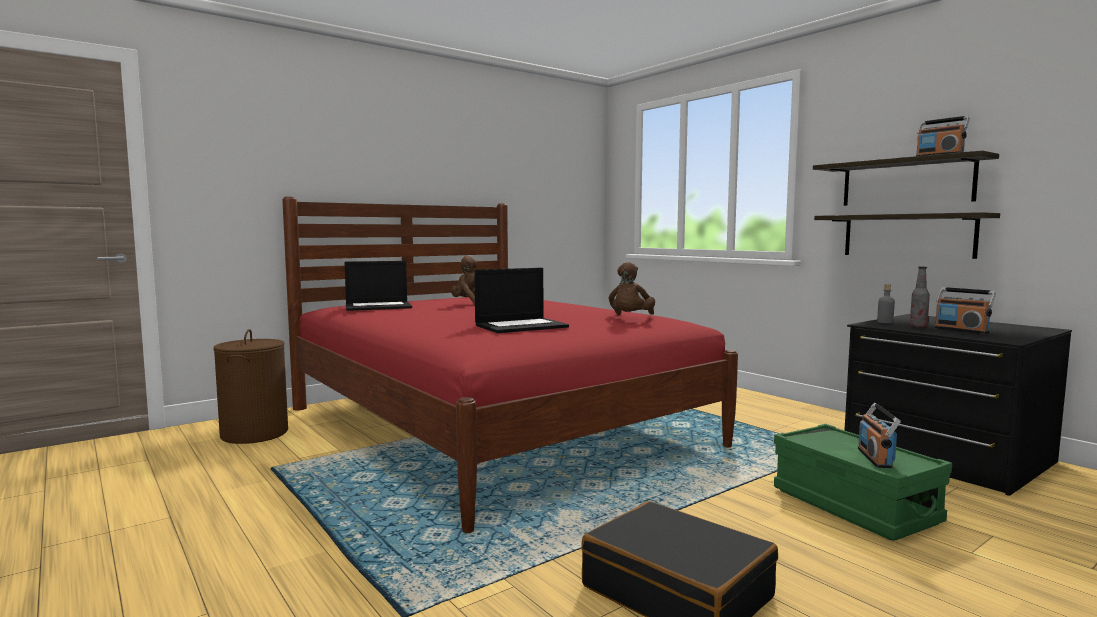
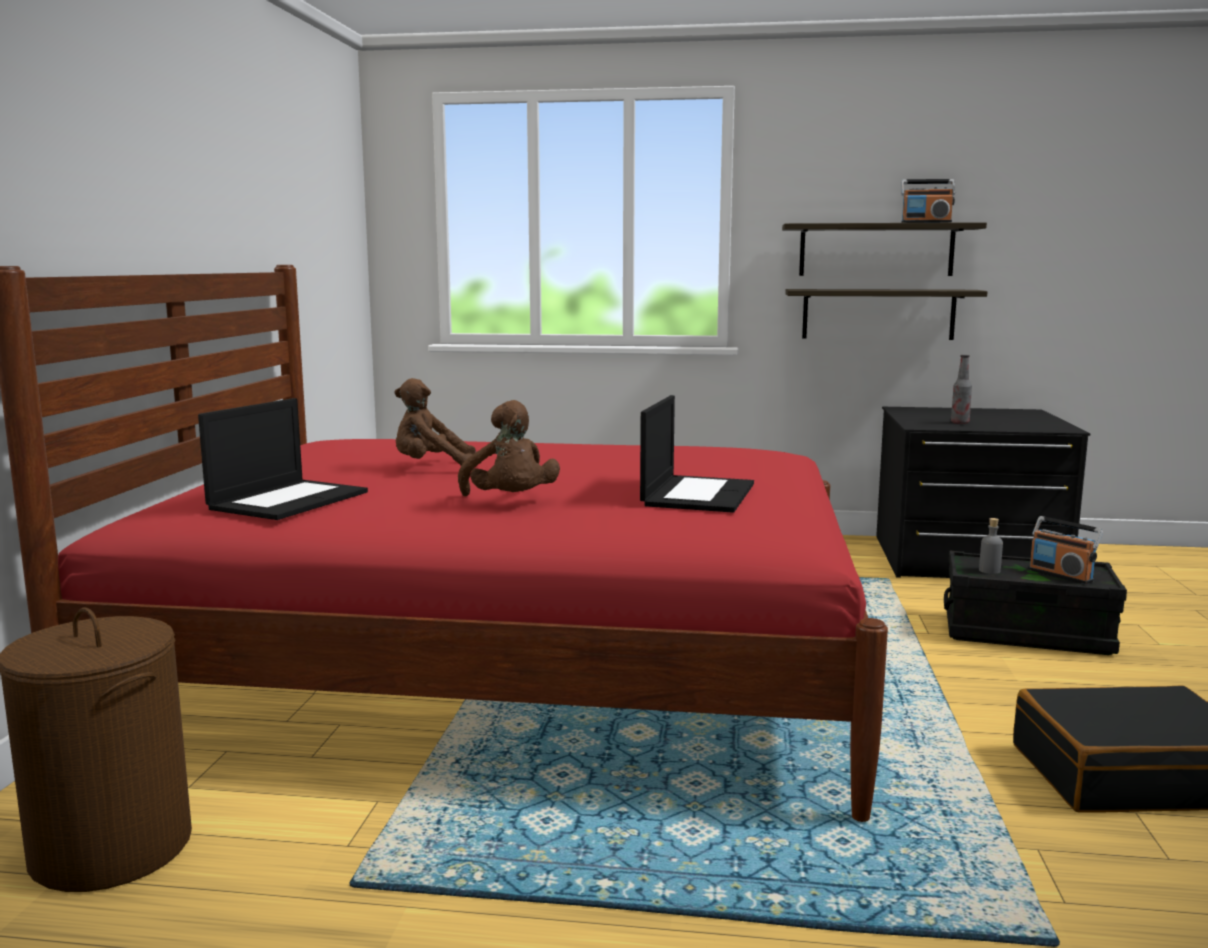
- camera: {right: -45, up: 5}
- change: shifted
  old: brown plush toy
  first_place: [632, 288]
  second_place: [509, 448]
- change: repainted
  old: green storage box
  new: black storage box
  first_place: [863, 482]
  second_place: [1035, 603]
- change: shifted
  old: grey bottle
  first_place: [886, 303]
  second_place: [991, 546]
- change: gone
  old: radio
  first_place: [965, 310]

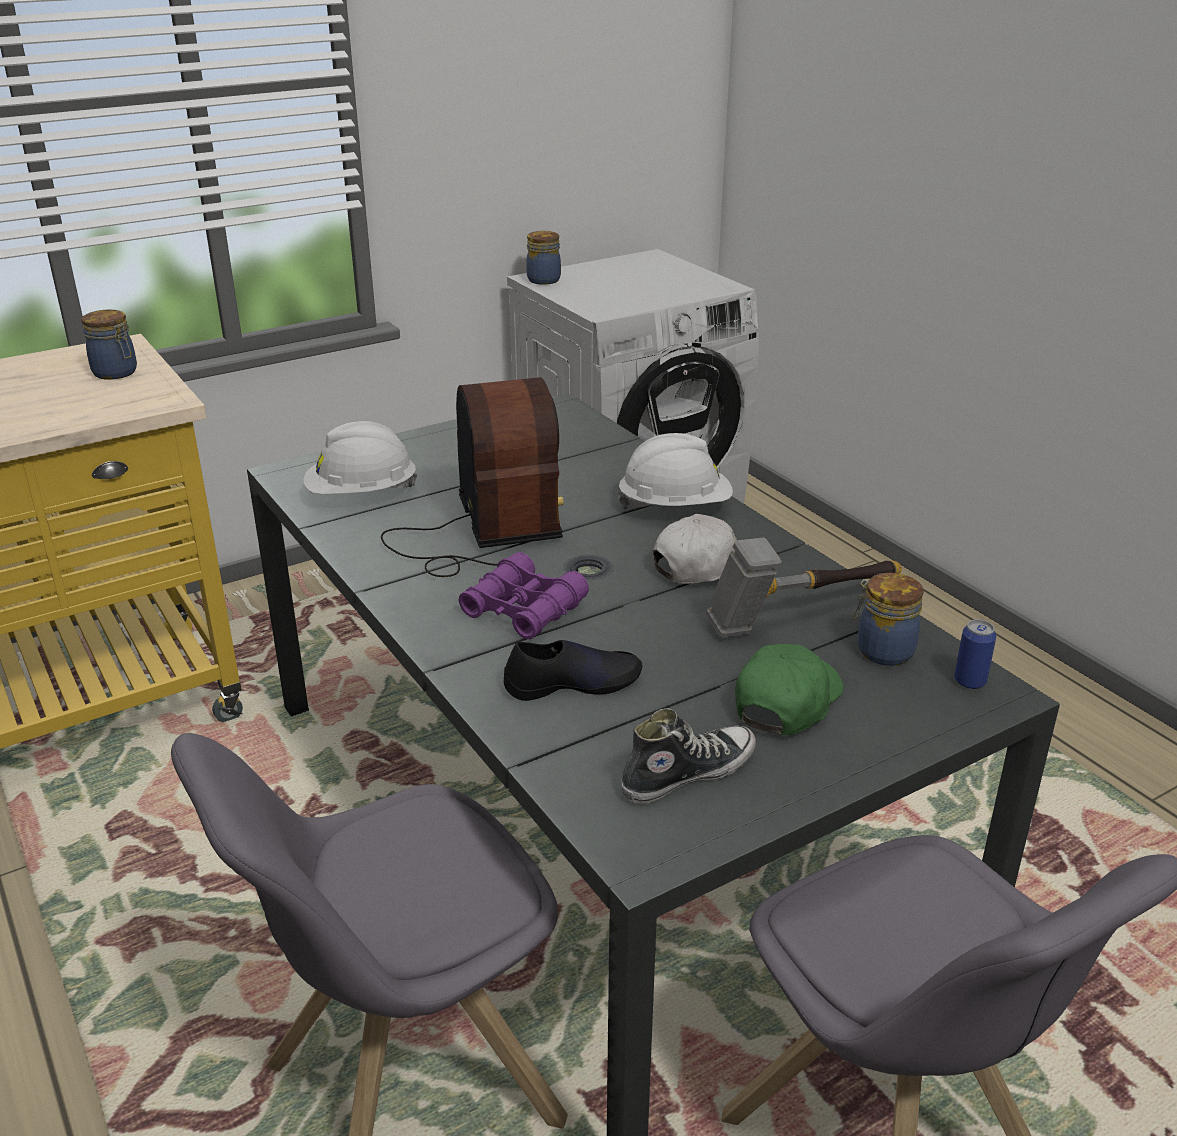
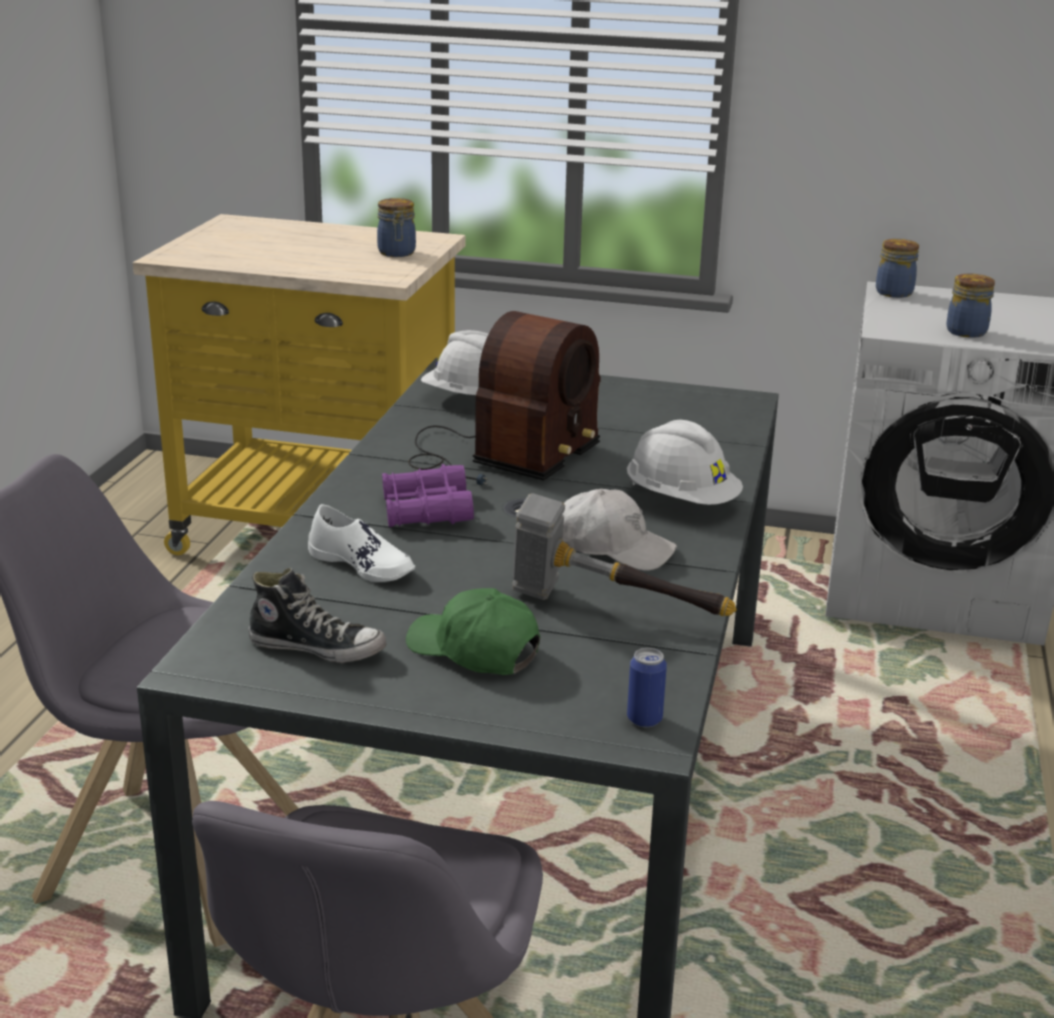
- camera: {right: 45, up: -5}
- change: repainted
  old: black shoe
  new: white shoe
  first_place: [573, 670]
  second_place: [361, 543]
- change: rotated
  old: green cap
  first_place: [789, 689]
  second_place: [473, 631]
  degrees: -135
- change: shifted
  old: jar
  first_place: [888, 619]
  second_place: [970, 306]

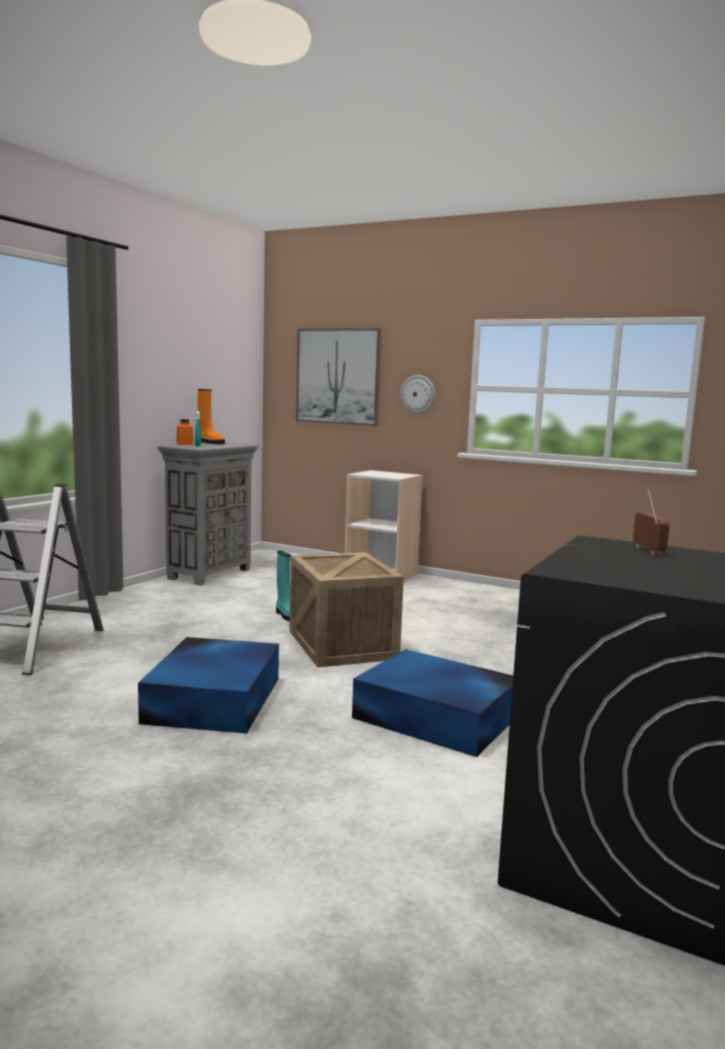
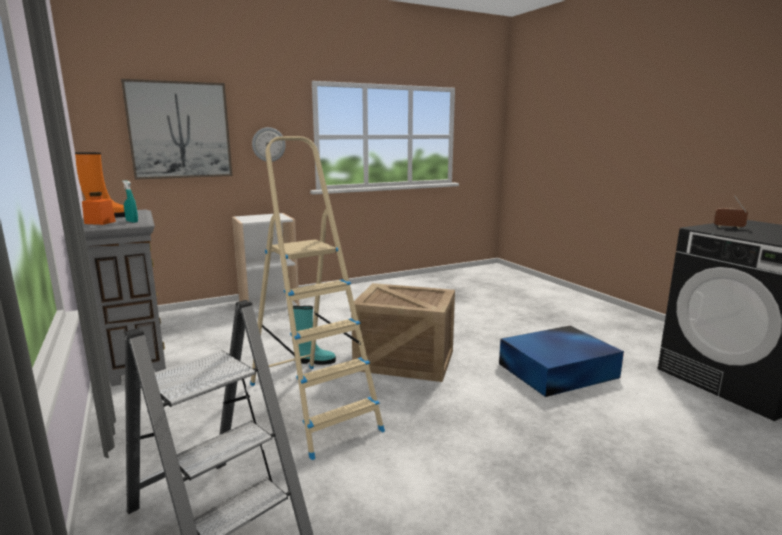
- camera: {right: -55, up: 5}
- change: gone
  old: blue storage box
  first_place: [208, 685]
- change: new
  new: beige step ladder
  second_place: [317, 298]

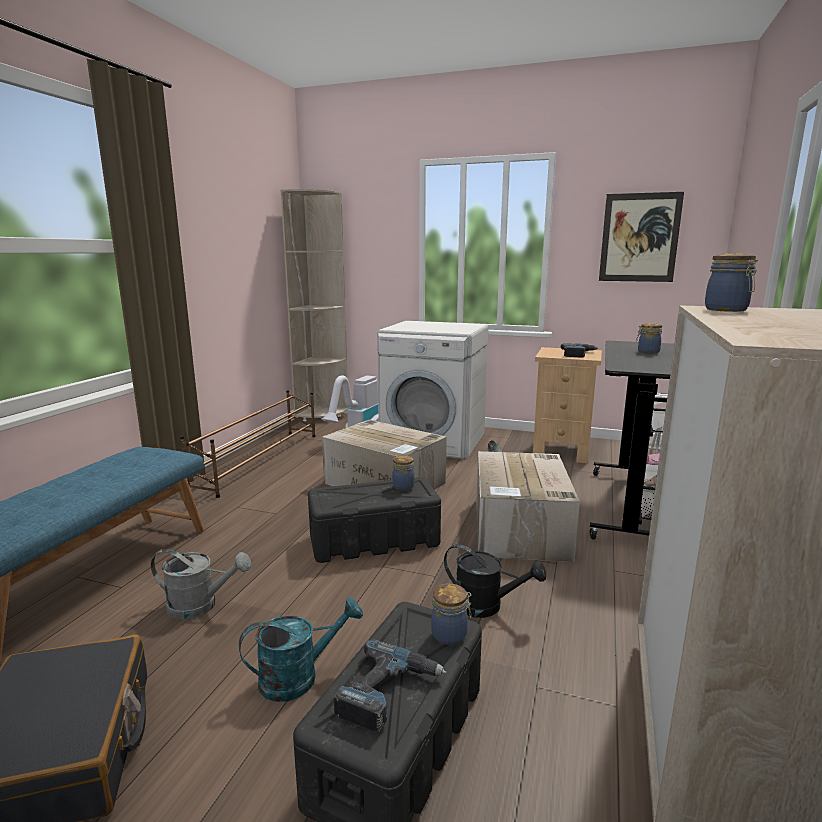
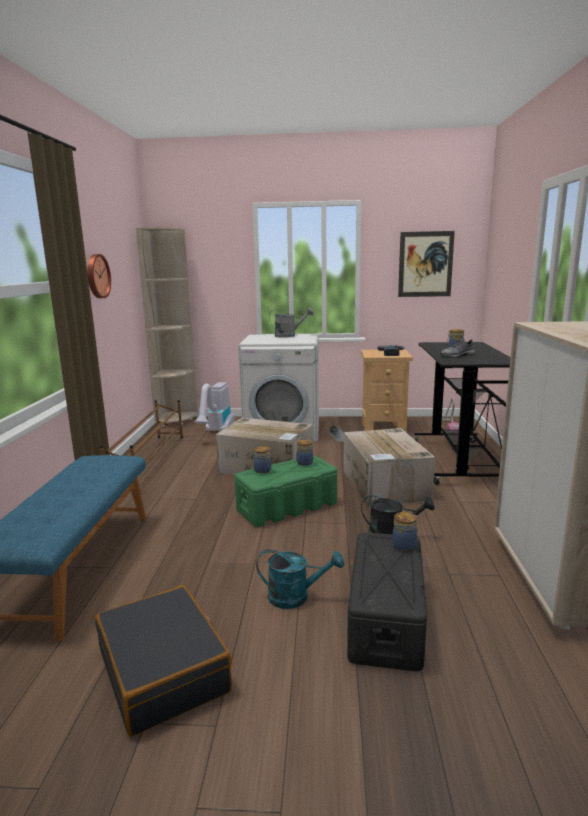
- camera: {right: -15, up: 0}
- change: shifted
  old: grey watering can
  first_place: [201, 584]
  second_place: [291, 322]
- change: rotated
  old: turquoise watering can
  first_place: [301, 649]
  second_place: [300, 579]
  degrees: 45
- change: repainted
  old: black storage box
  new: green storage box
  first_place: [374, 520]
  second_place: [286, 491]
- change: gone
  old: power drill
  first_place: [390, 685]
- change: shifted
  old: jar
  first_place: [731, 282]
  second_place: [262, 459]
- change: new
  new: wall clock
  second_place: [99, 276]
- change: new
  new: grey shoe
  second_place: [457, 347]

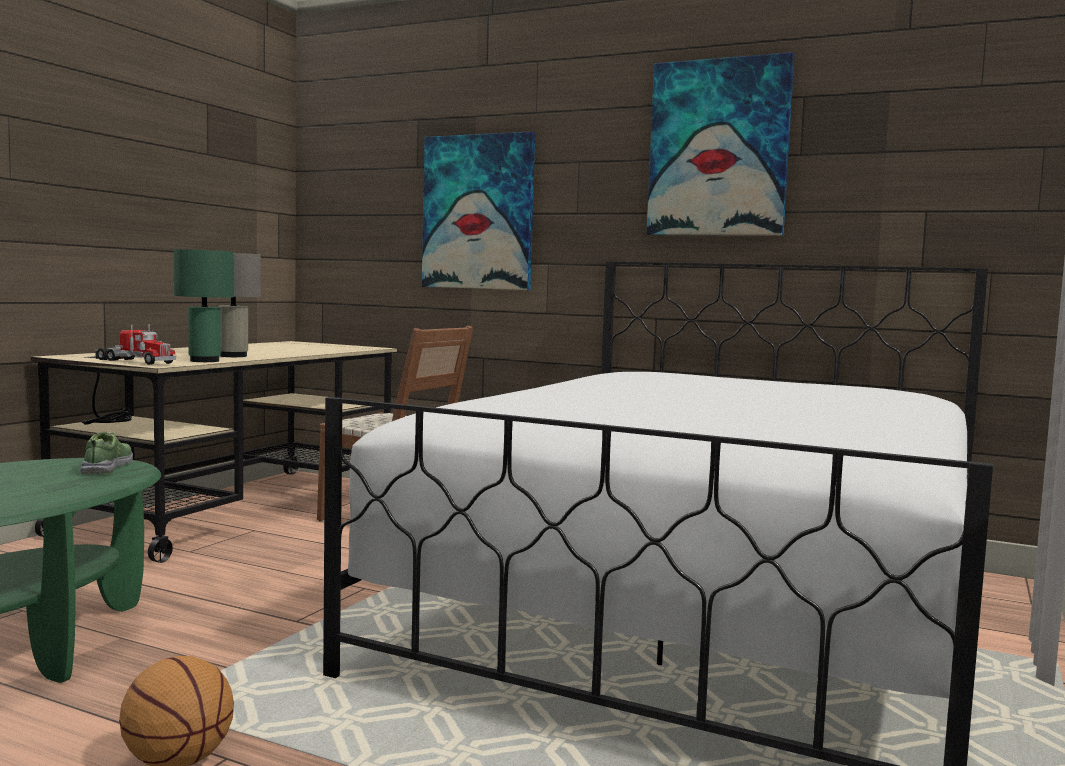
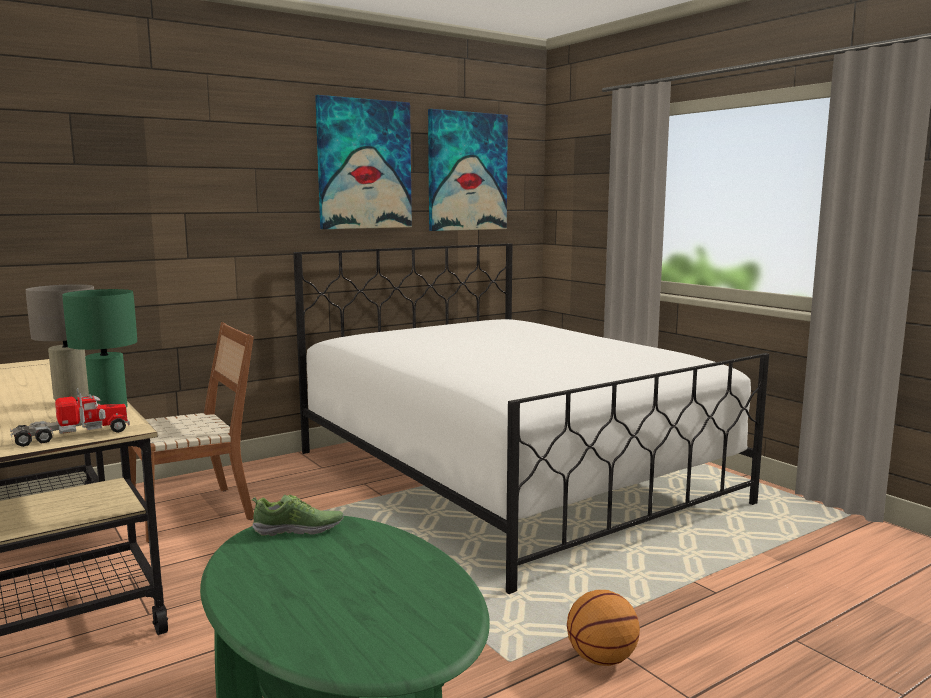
- camera: {right: -60, up: 5}
- change: rotated
  old: shoe
  first_place: [106, 453]
  second_place: [298, 515]
  degrees: 150
- change: shifted
  old: picture
  first_place: [478, 210]
  second_place: [468, 170]

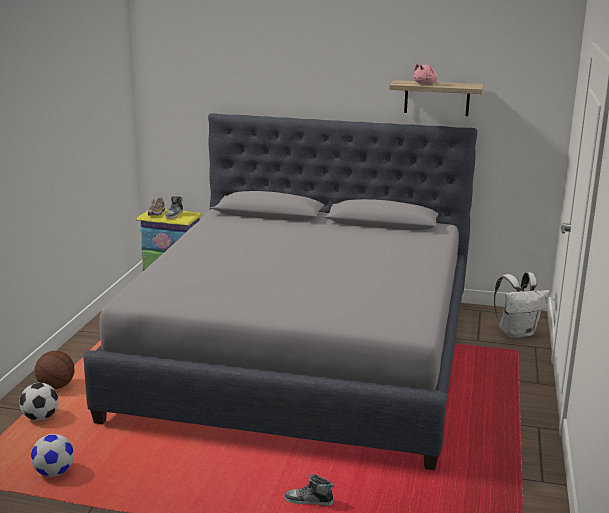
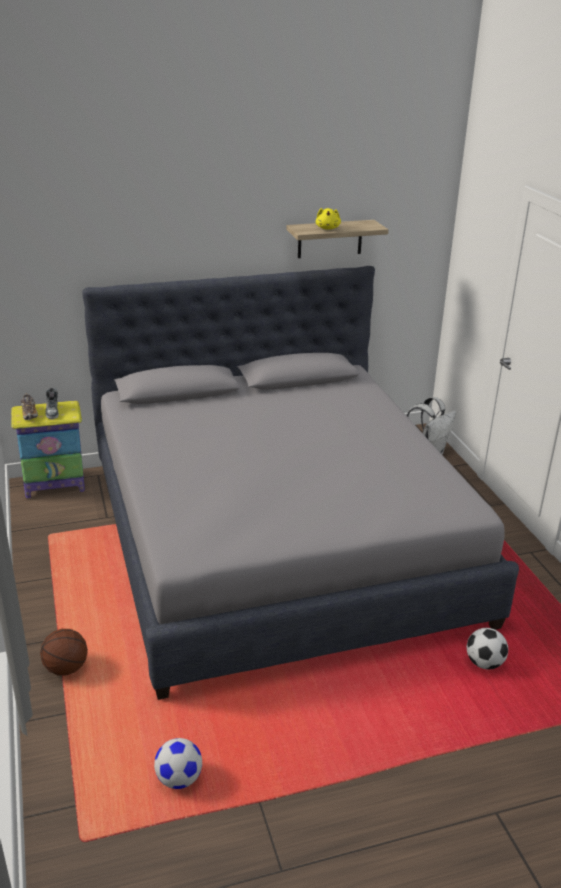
- camera: {right: -30, up: 10}
- change: shifted
  old: football
  first_place: [39, 402]
  second_place: [487, 648]
- change: gone
  old: shoe
  first_place: [309, 490]
- change: repainted
  old: pink plush toy
  new: yellow plush toy
  first_place: [425, 73]
  second_place: [328, 219]

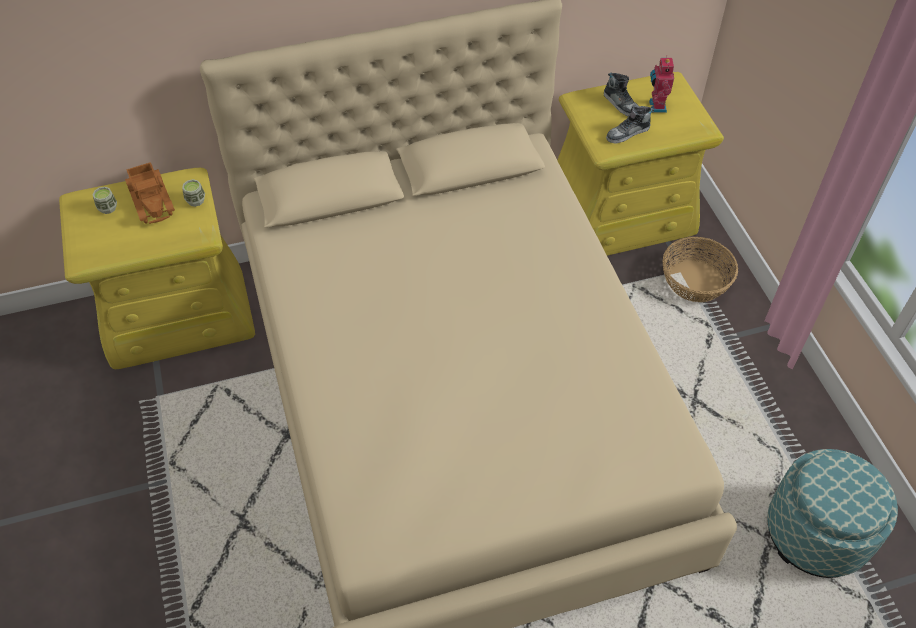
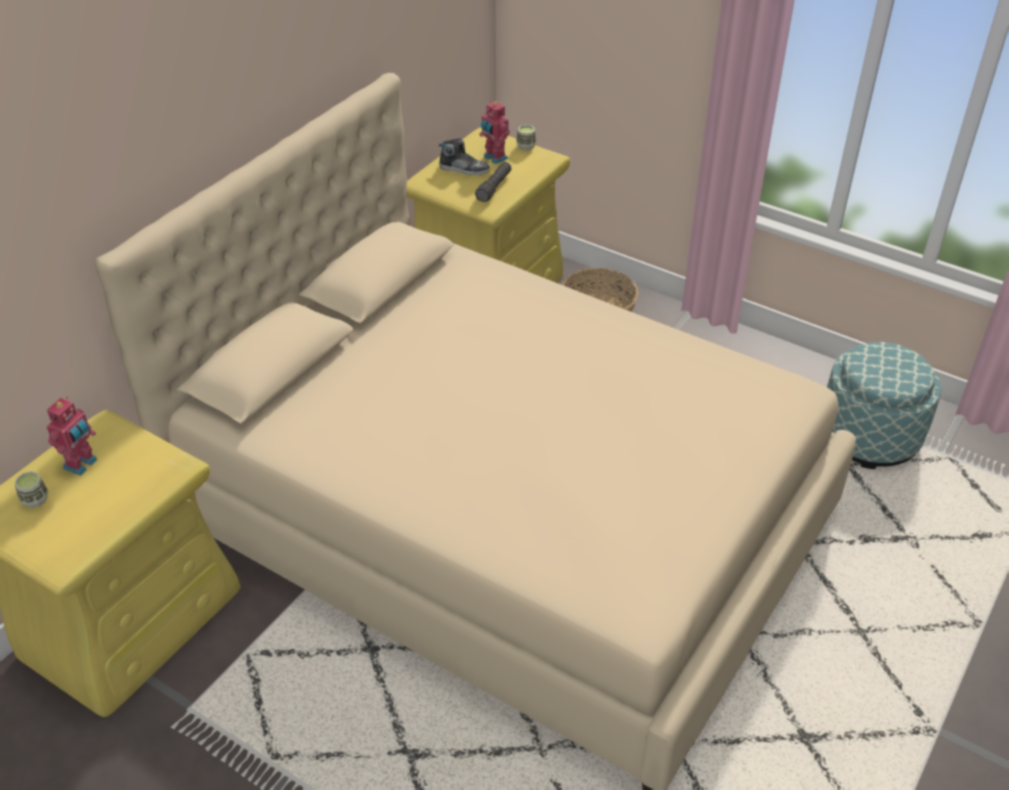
- camera: {right: -40, up: -10}
- change: swapped
  old: toy truck
  new: toy robot
  first_place: [150, 193]
  second_place: [72, 436]
- change: shifted
  old: cup
  first_place: [193, 193]
  second_place: [526, 138]
- change: swapped
  old: shoe
  new: black flashlight
  first_place: [630, 125]
  second_place: [493, 182]

